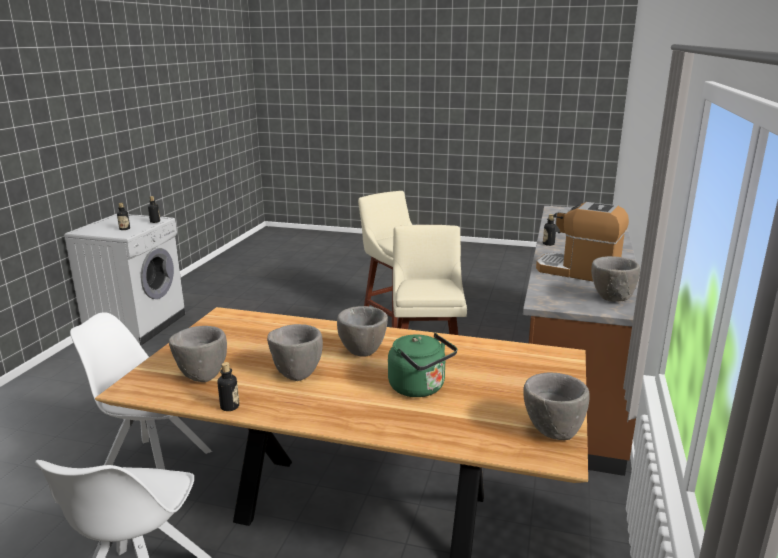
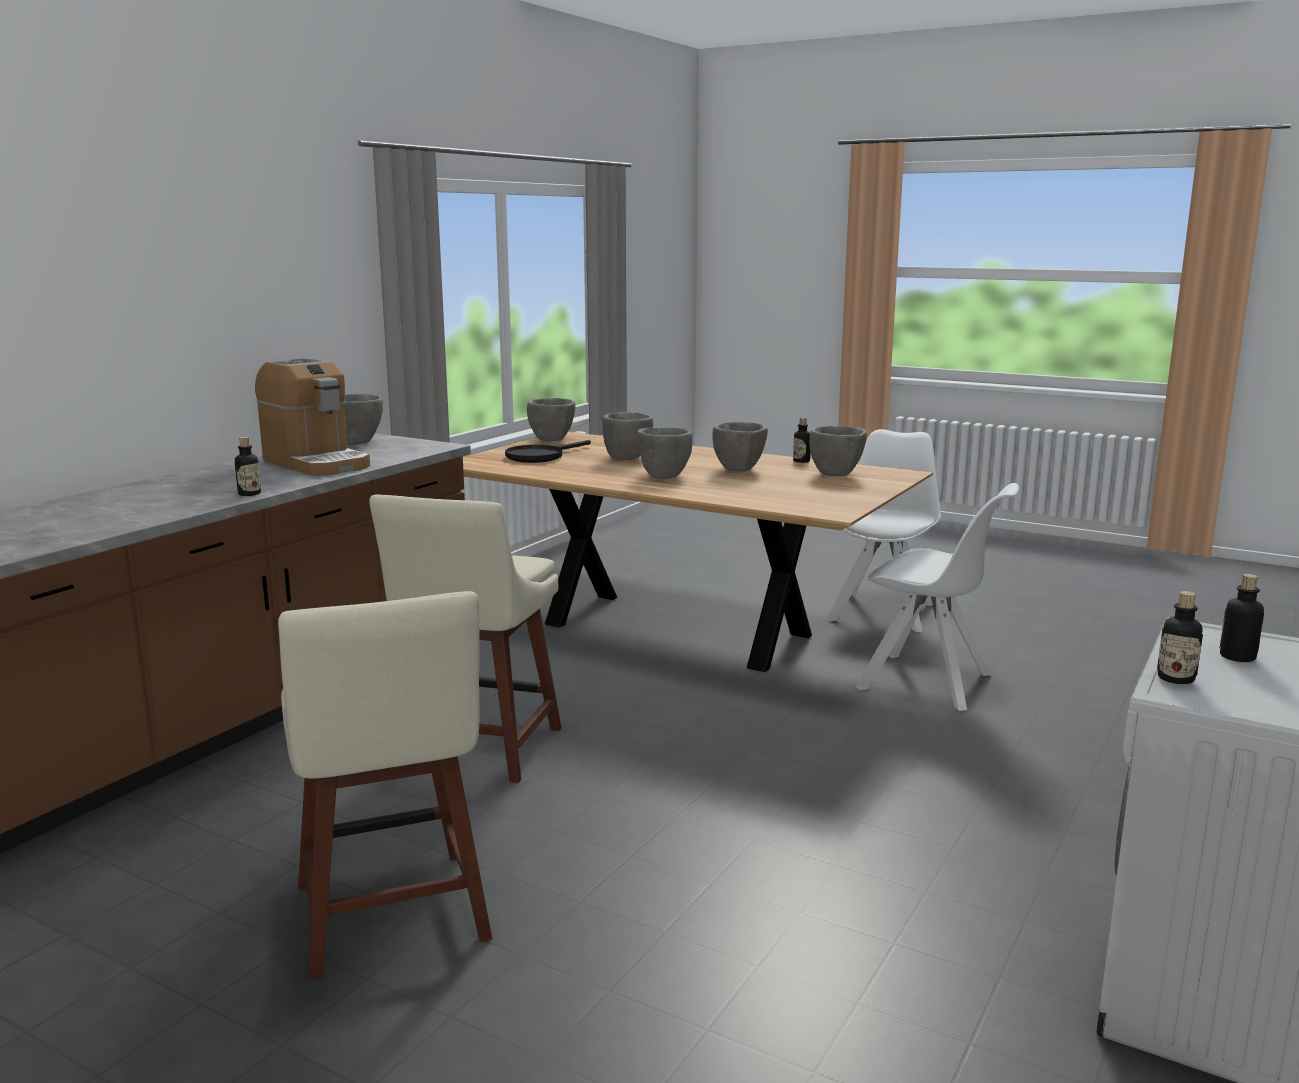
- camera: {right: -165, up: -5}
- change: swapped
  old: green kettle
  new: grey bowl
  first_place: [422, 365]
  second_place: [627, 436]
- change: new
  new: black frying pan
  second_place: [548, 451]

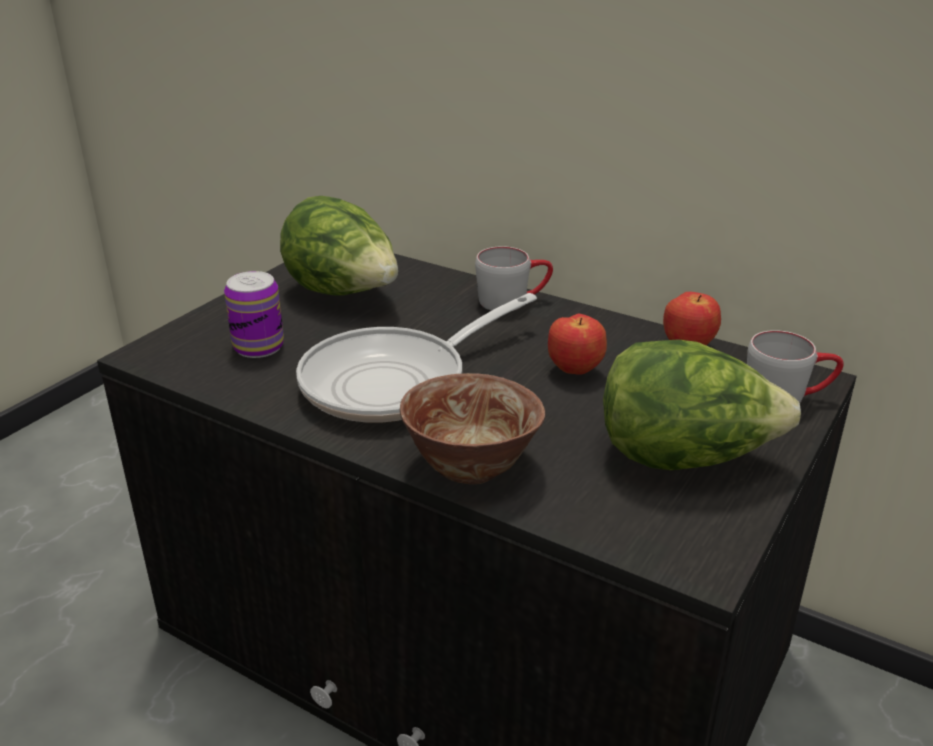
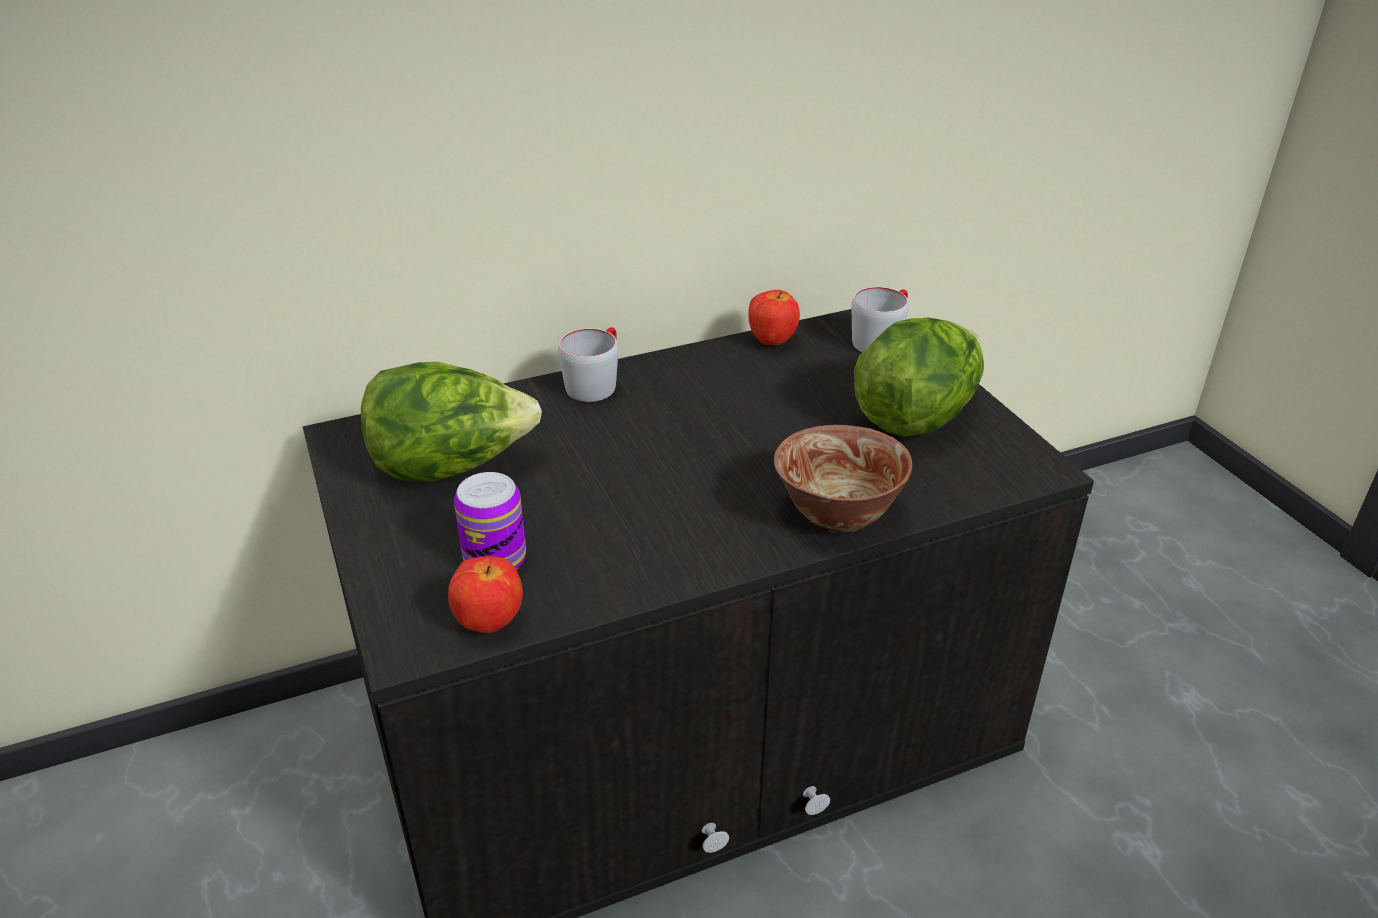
- camera: {right: -55, up: 5}
- change: gone
  old: frying pan
  first_place: [416, 358]
- change: shifted
  old: apple
  first_place: [577, 344]
  second_place: [485, 594]

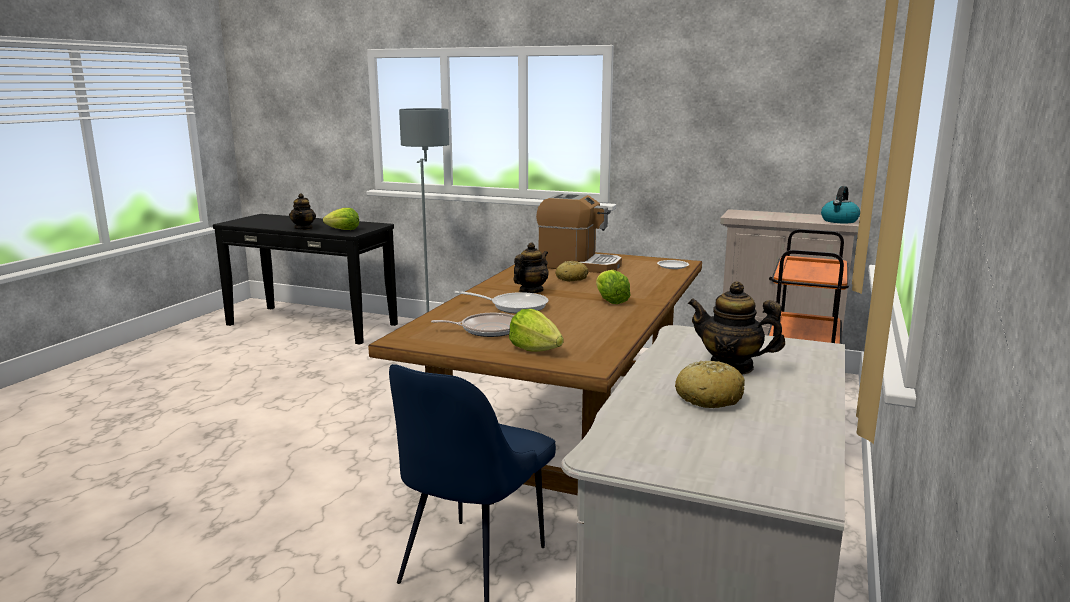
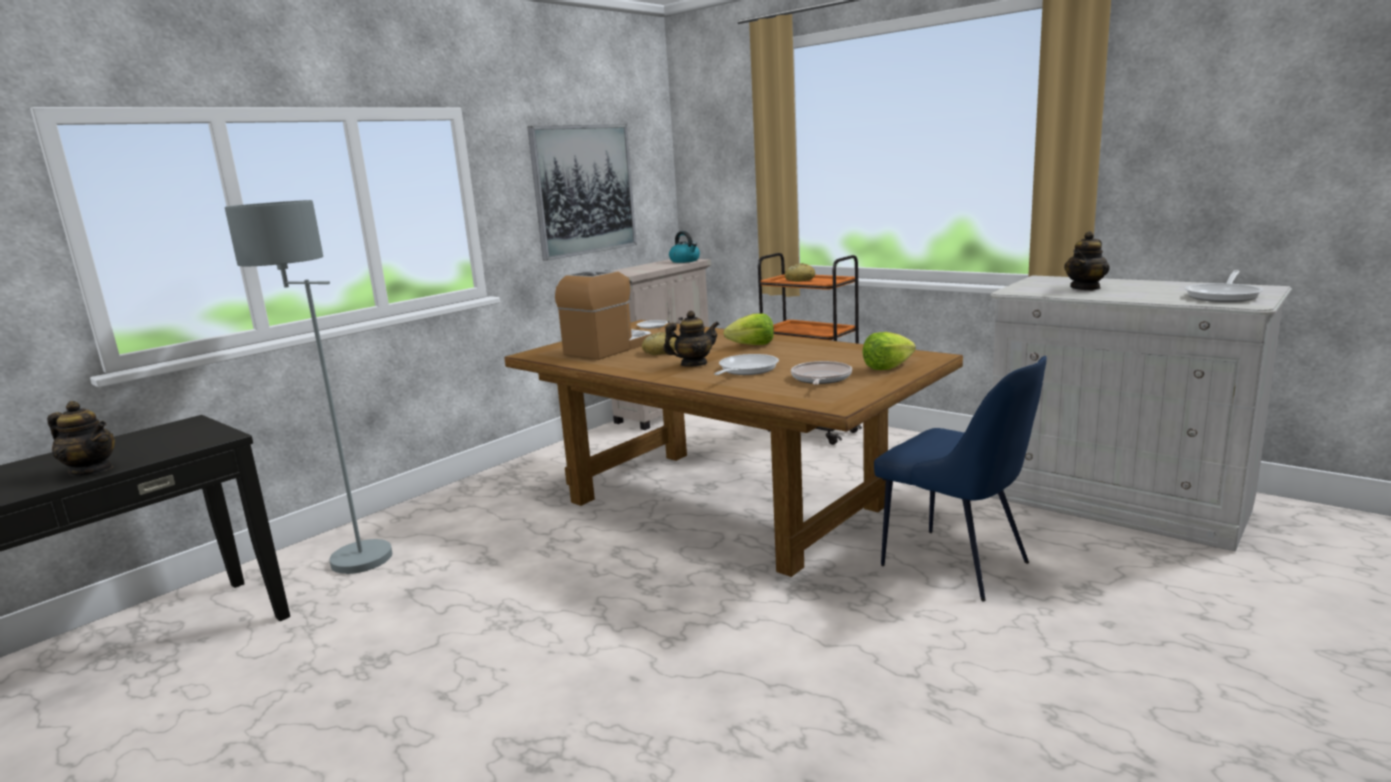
- camera: {right: -70, up: 0}
- change: gone
  old: lettuce
  first_place: [341, 219]
- change: rotated
  old: teapot
  first_place: [531, 267]
  second_place: [691, 338]
  degrees: 105
- change: shifted
  old: bread
  first_place: [710, 384]
  second_place: [800, 272]
- change: new
  new: picture
  second_place: [582, 192]
- change: new
  new: frying pan
  second_place: [1224, 286]

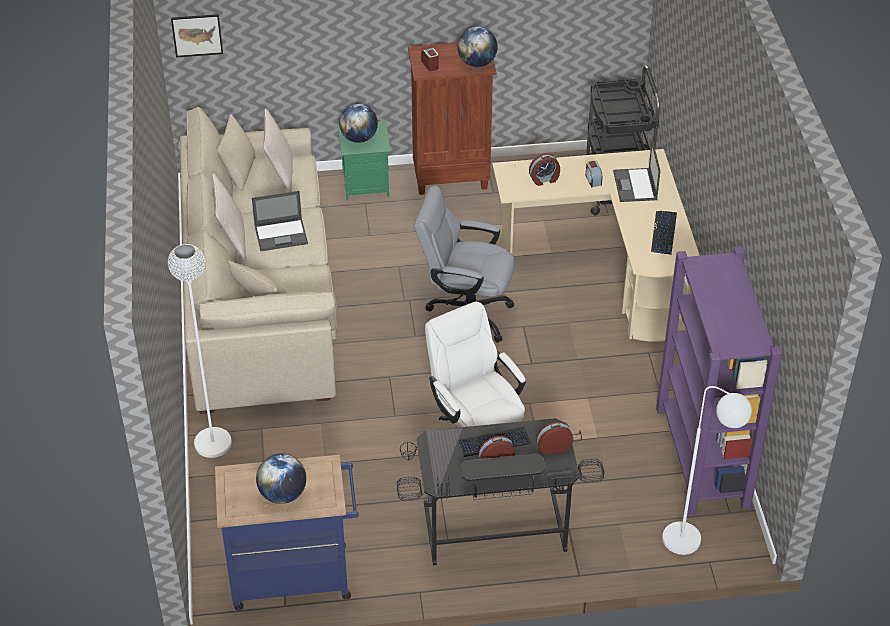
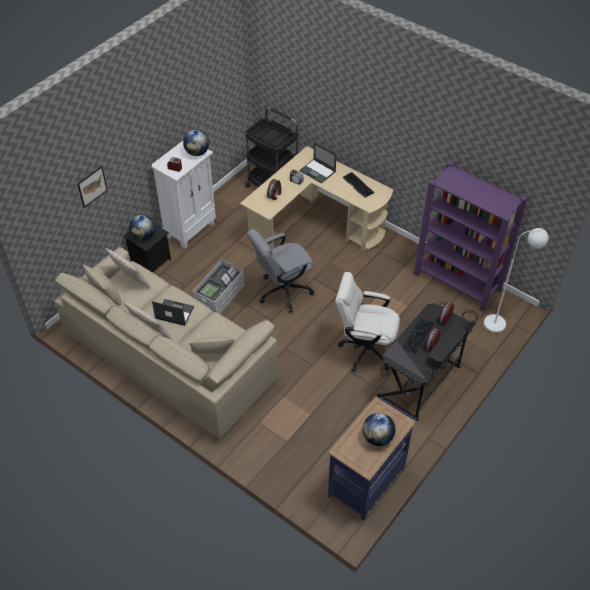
- camera: {right: -45, up: 5}
- change: gone
  old: white floor lamp
  first_place: [200, 351]
- change: shifted
  old: picture
  first_place: [197, 36]
  second_place: [92, 187]
- change: rotated
  old: laptop
  first_place: [280, 221]
  second_place: [173, 312]
  degrees: -105
- change: repainted
  old: green nightstand
  new: black nightstand
  first_place: [364, 161]
  second_place: [147, 248]
- change: repainted
  old: brown cabinet
  new: white cabinet
  first_place: [452, 118]
  second_place: [183, 195]
- change: new
  new: grey storage box
  second_place: [218, 287]

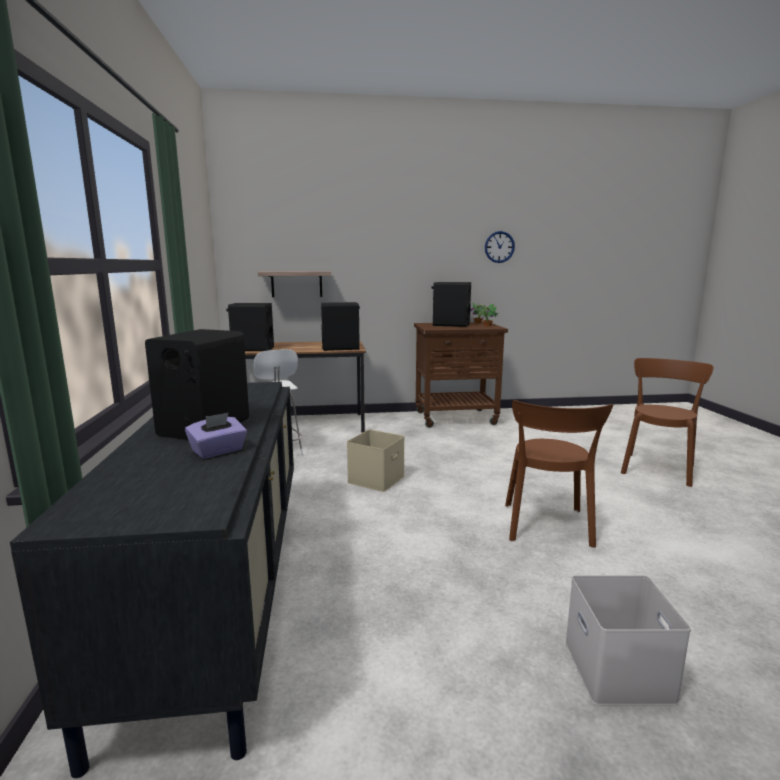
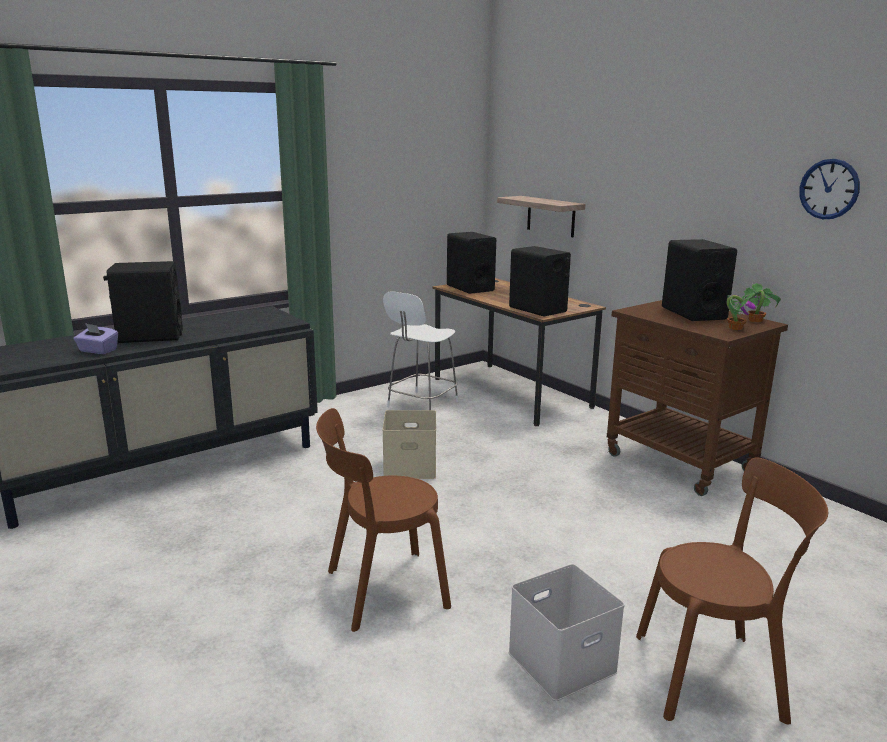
- camera: {right: 60, up: 5}
- change: shifted
  old: white storage box
  first_place: [628, 640]
  second_place: [566, 632]

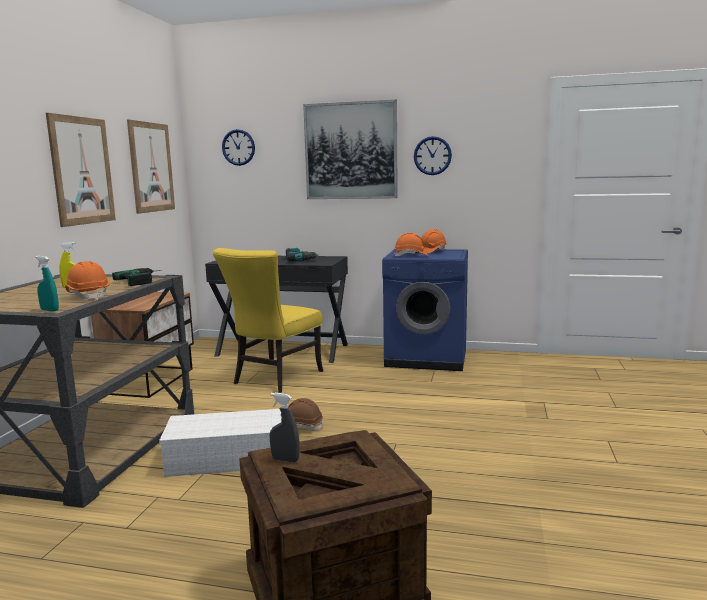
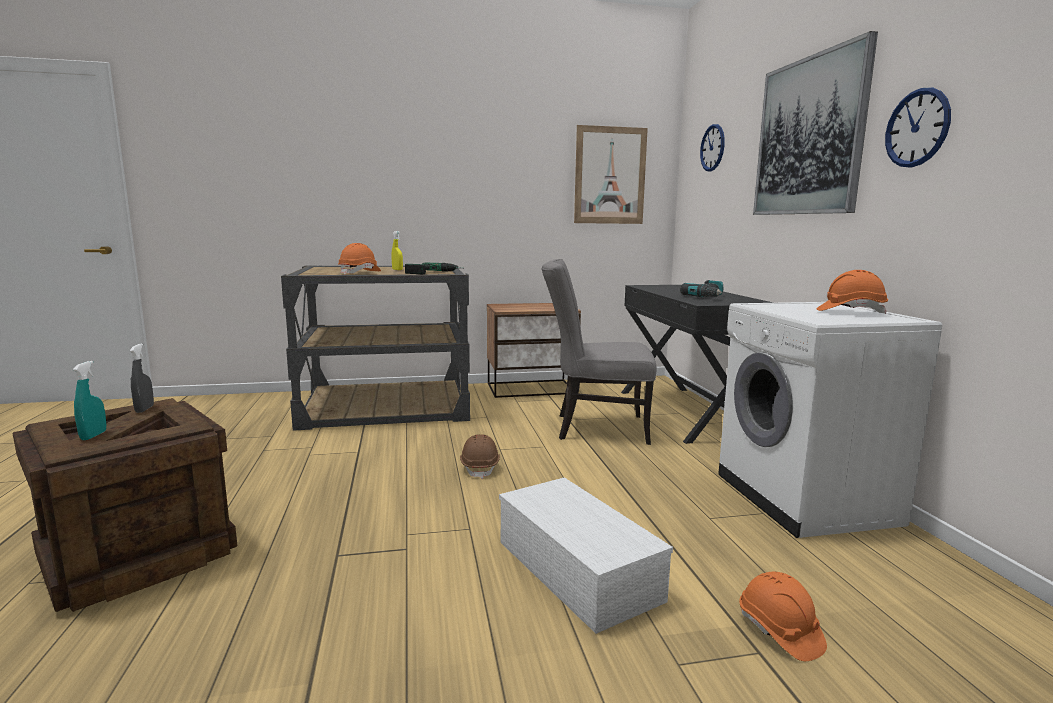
- camera: {right: 65, up: 0}
- change: shifted
  old: turquoise spray bottle
  first_place: [47, 284]
  second_place: [89, 400]
- change: gone
  old: picture
  first_place: [81, 170]
- change: shifted
  old: white storage box
  first_place: [220, 443]
  second_place: [586, 555]
- change: repainted
  old: yellow chair
  new: grey chair
  first_place: [267, 320]
  second_place: [599, 352]
- change: repainted
  old: blue washing machine
  new: white washing machine
  first_place: [425, 310]
  second_place: [830, 420]
- change: shifted
  old: orange hard hat
  first_place: [411, 244]
  second_place: [783, 616]

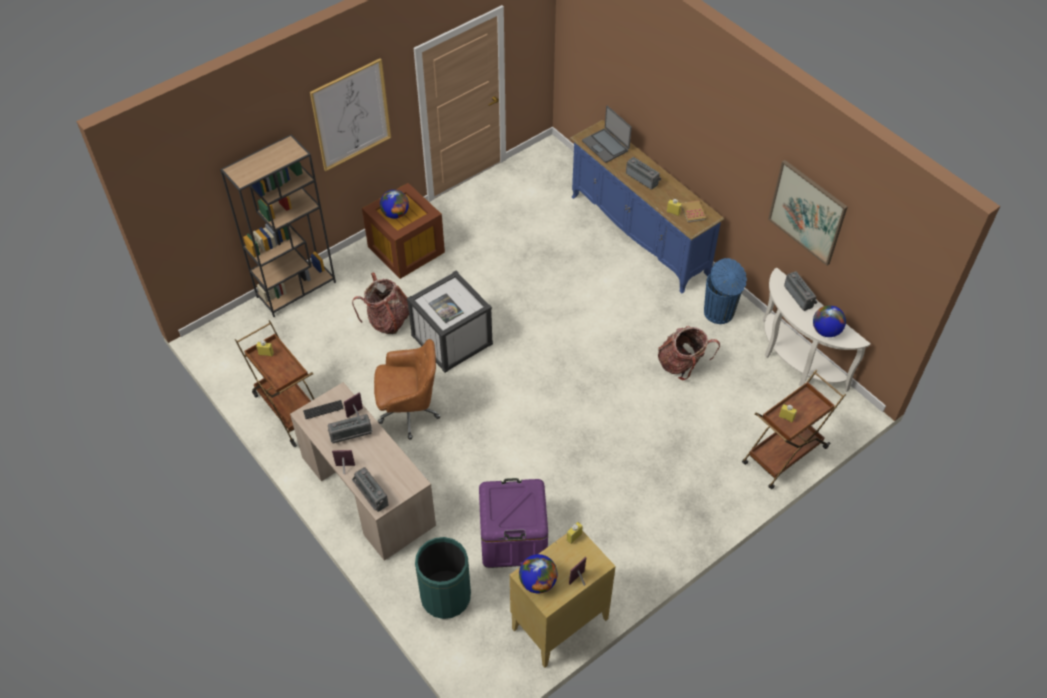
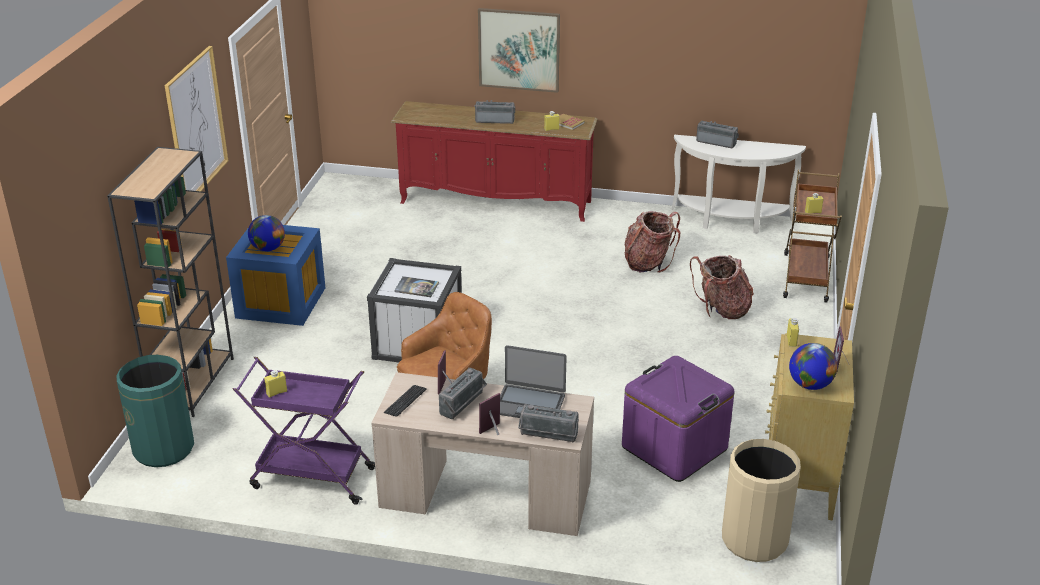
- camera: {right: -40, up: -20}
- change: repainted
  old: brown cart
  new: purple cart
  first_place: [274, 383]
  second_place: [304, 431]
- change: shifted
  old: backpack
  first_place: [380, 303]
  second_place: [722, 287]
- change: repainted
  old: brown storage box
  new: blue storage box
  first_place: [403, 231]
  second_place: [276, 275]
- change: shifted
  old: green trash can
  first_place: [443, 578]
  second_place: [155, 411]
- change: repainted
  old: blue cabinet
  new: red cabinet
  first_place: [647, 206]
  second_place: [494, 161]
- change: shifted
  old: laptop
  first_place: [607, 134]
  second_place: [533, 381]
- change: gone
  old: blue trash can
  first_place: [725, 291]
- change: shifted
  old: picture
  first_place: [808, 212]
  second_place: [519, 50]
- change: gone
  old: globe
  first_place: [829, 321]
- change: new
  new: beige trash can
  second_place: [761, 500]

